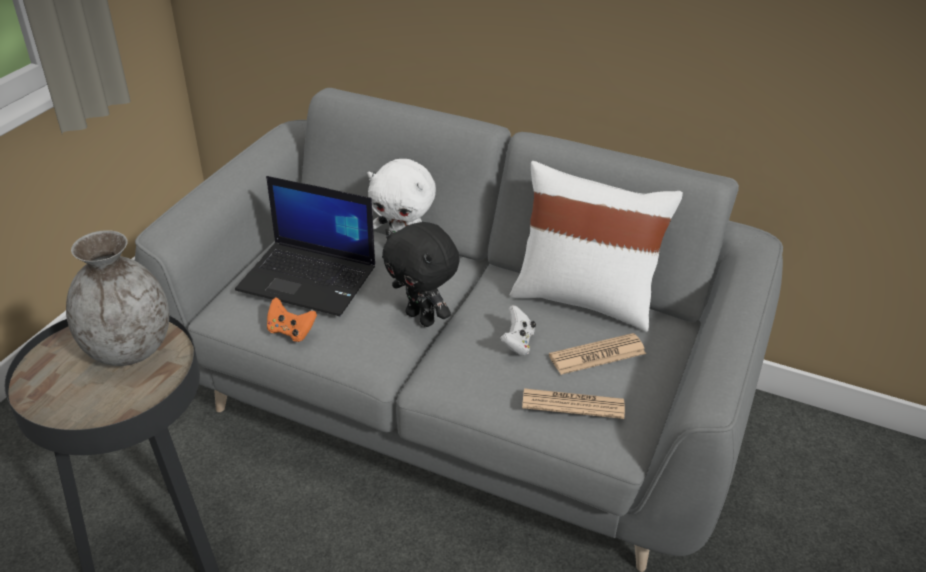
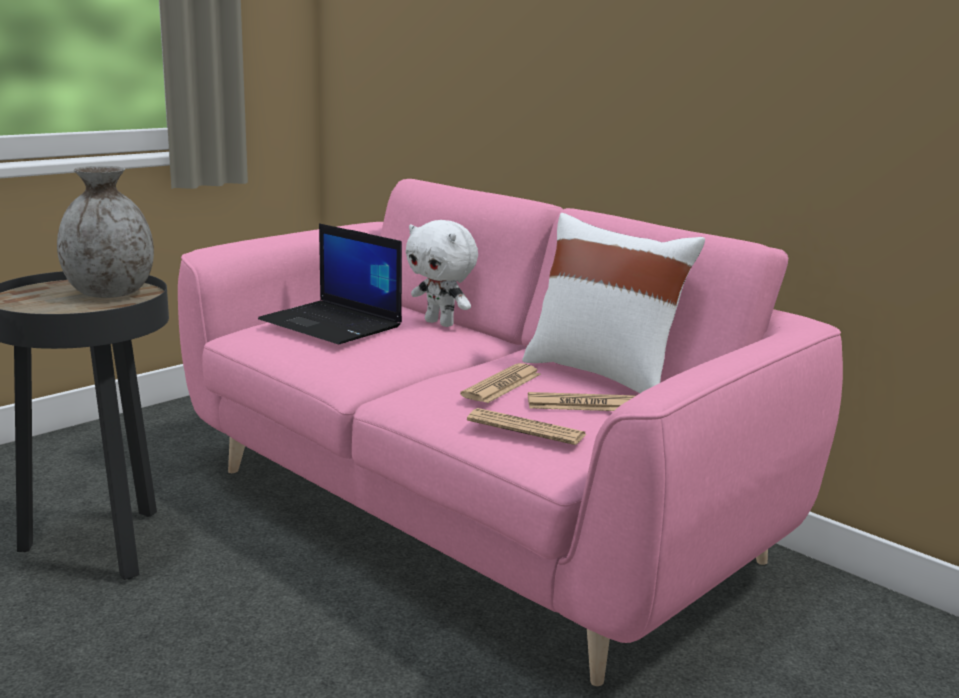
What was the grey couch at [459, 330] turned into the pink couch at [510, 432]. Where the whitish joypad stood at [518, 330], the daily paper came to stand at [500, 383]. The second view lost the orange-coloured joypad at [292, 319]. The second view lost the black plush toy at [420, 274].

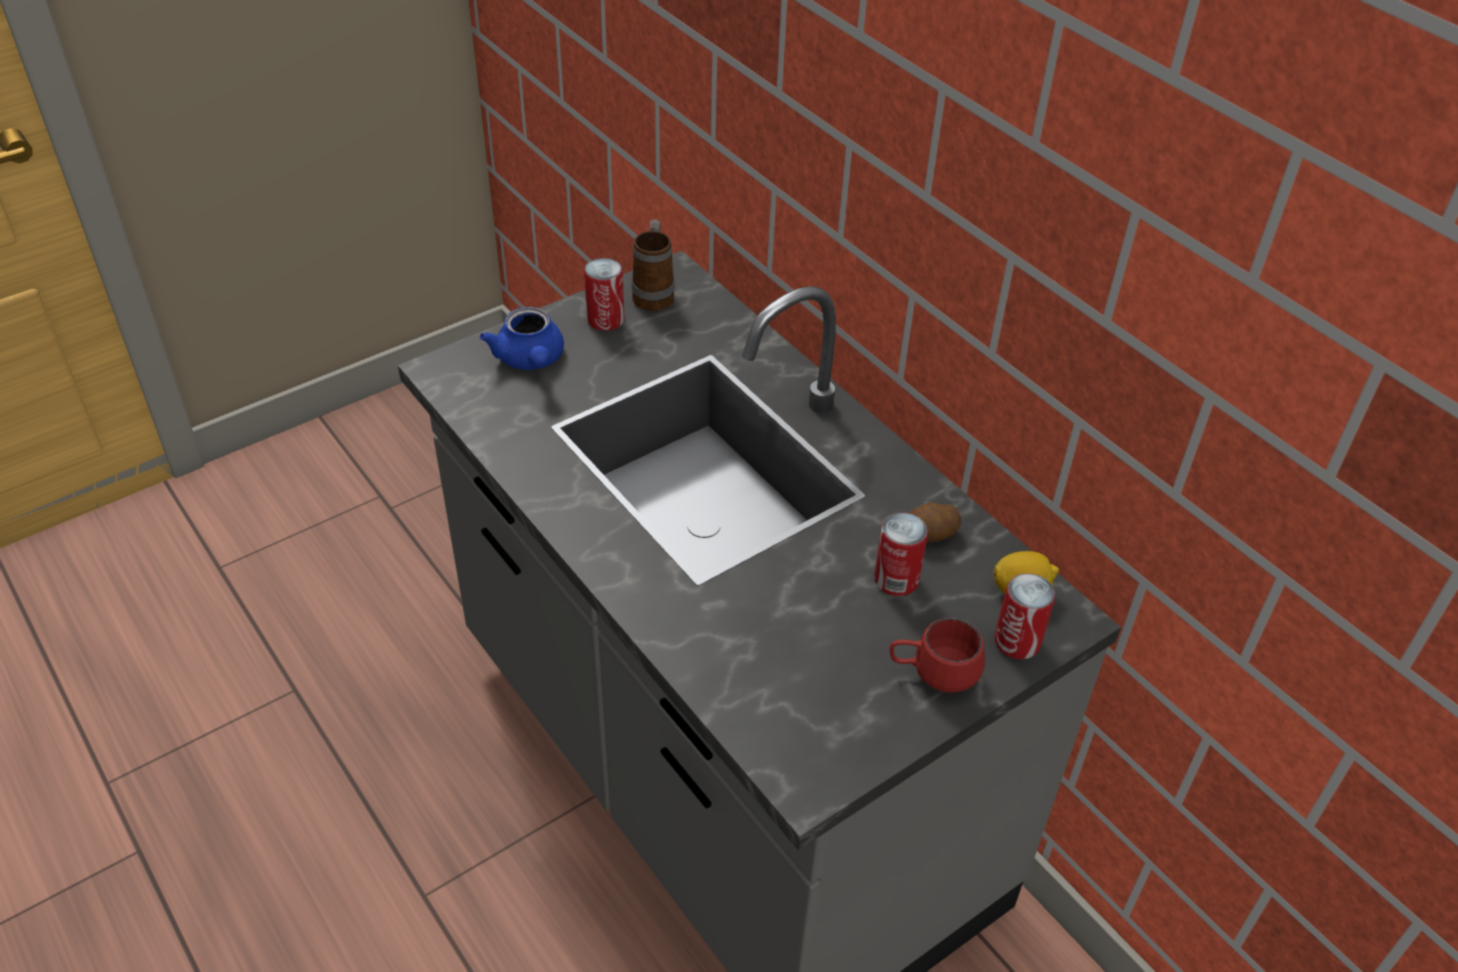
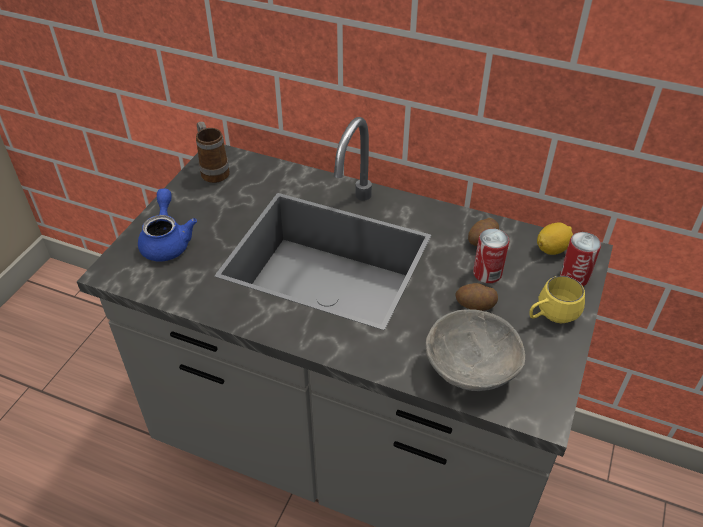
The blue teapot at [522, 338] ended up facing another way, 135 degrees counterclockwise from before. The second view gained the grey deep dish at [475, 350]. The second view gained the spud at [476, 297]. What was the red-coloured tea mug at [937, 655] turned into the yellowish tea mug at [557, 299]. The second view lost the sealed can at [604, 294].

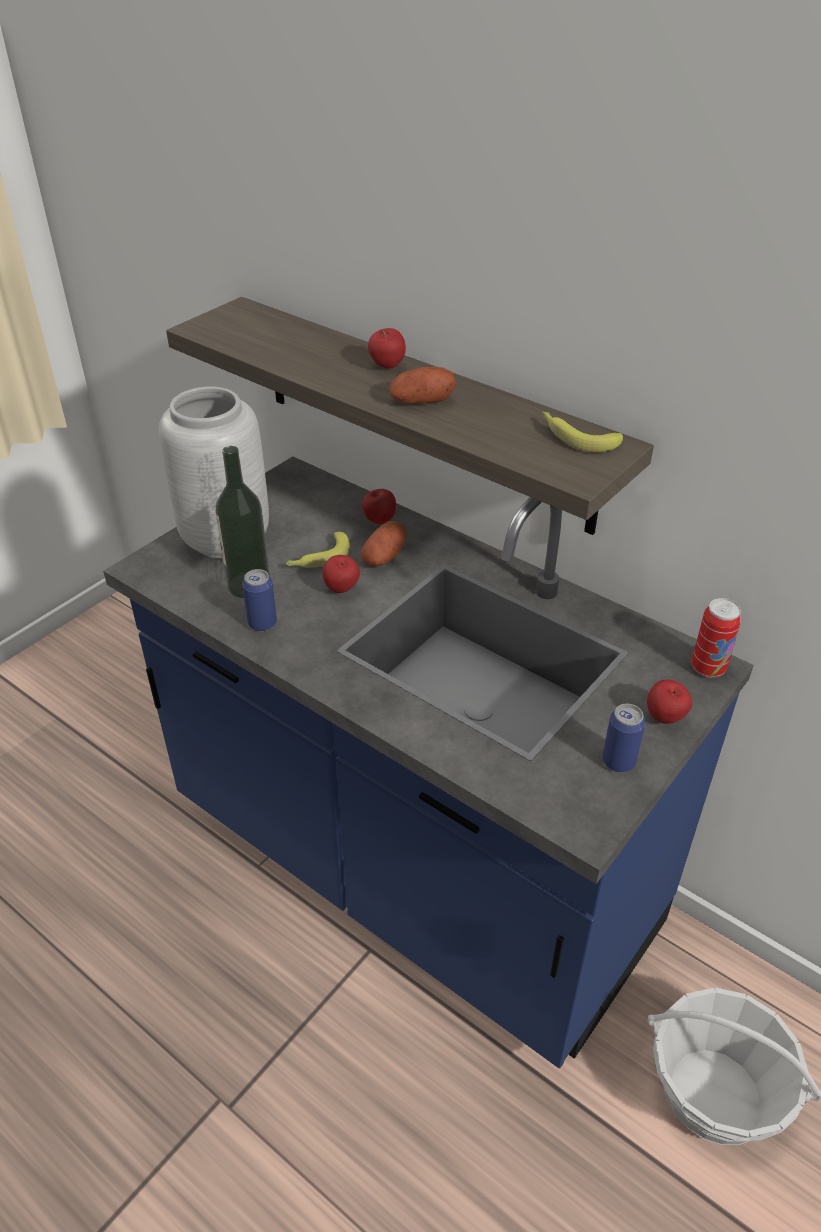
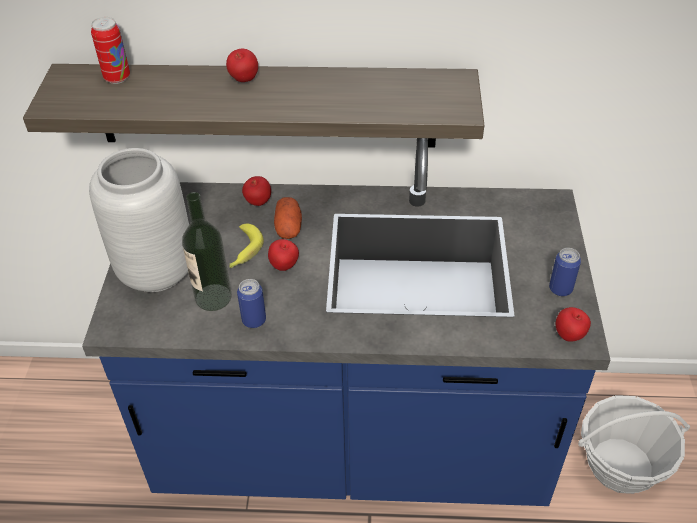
The sealed can ended up elsewhere, having gone from [716, 637] to [110, 50]. The whole apple ended up elsewhere, having gone from [669, 702] to [573, 324]. The second view lost the spud at [422, 385]. The second view lost the whole banana at [582, 432].

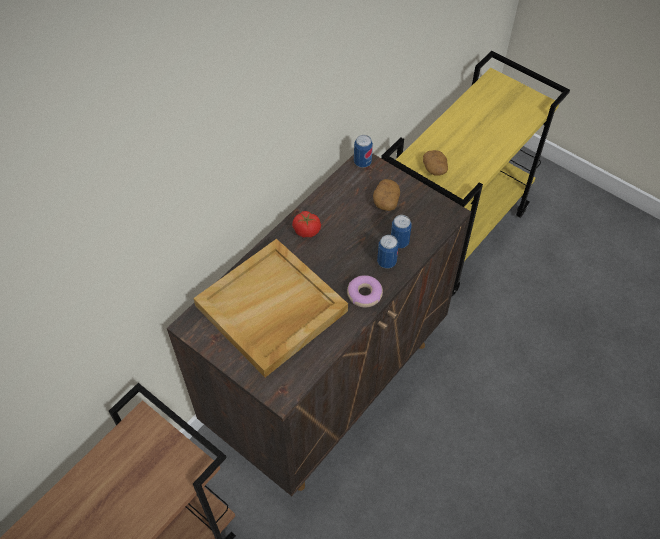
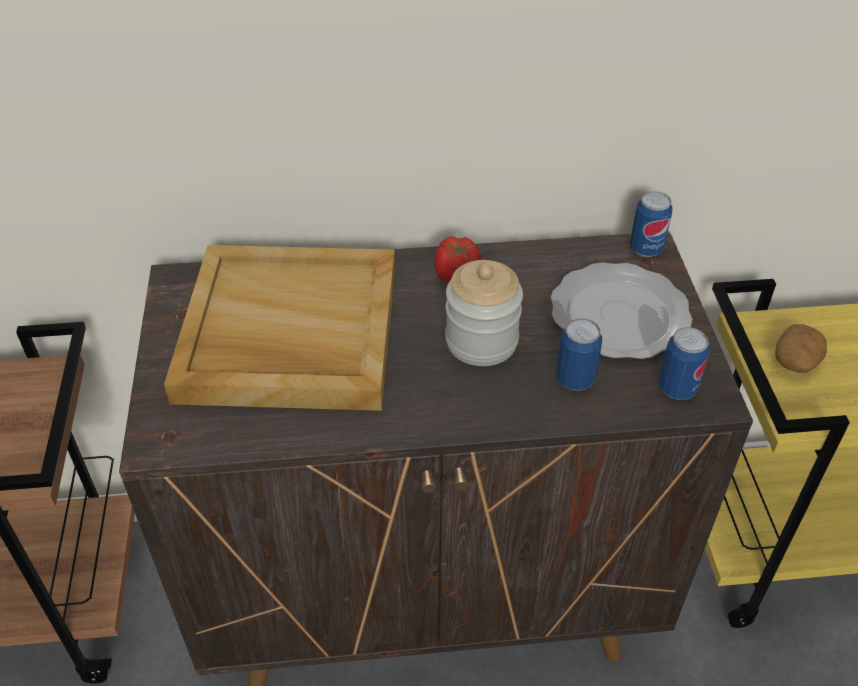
The second view gained the jar at [484, 313]. Where the spud stood at [386, 195], the plate came to stand at [621, 310]. The sealed can ended up elsewhere, having gone from [388, 252] to [684, 363]. The second view lost the donut at [365, 291].

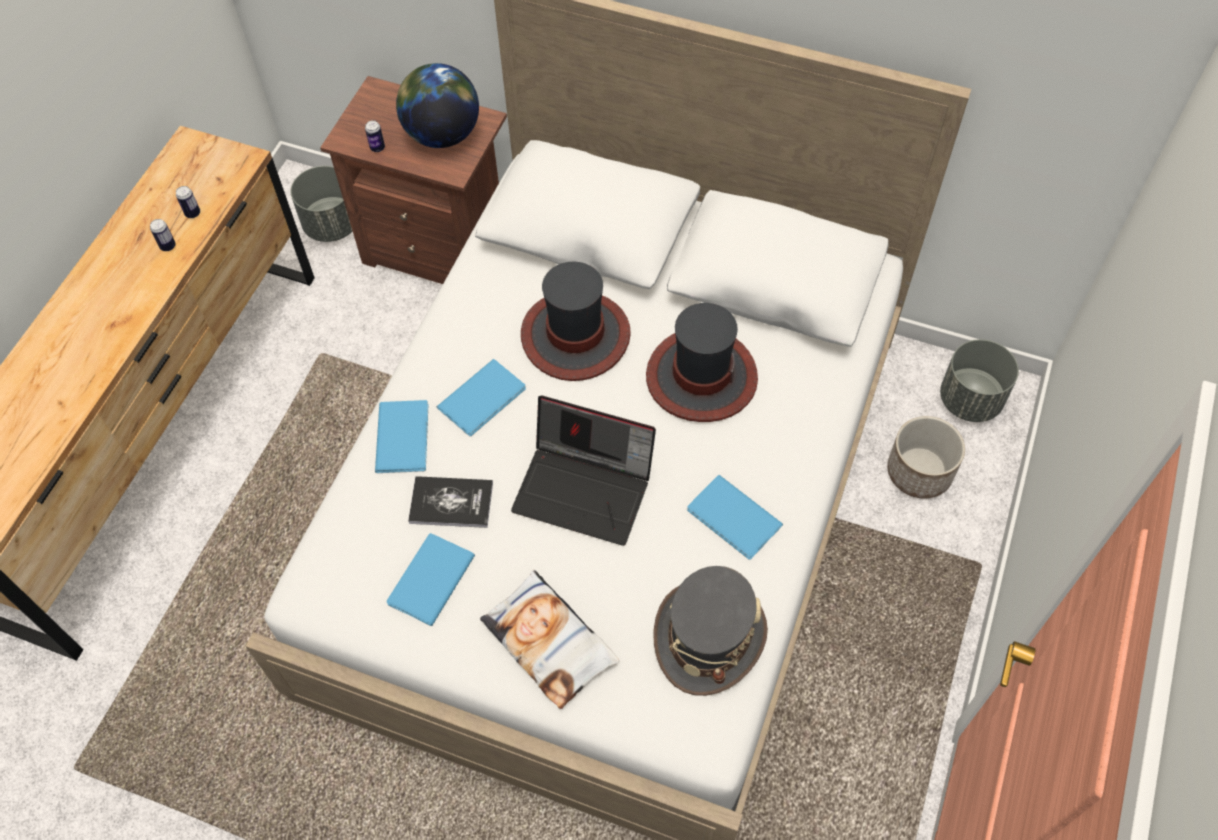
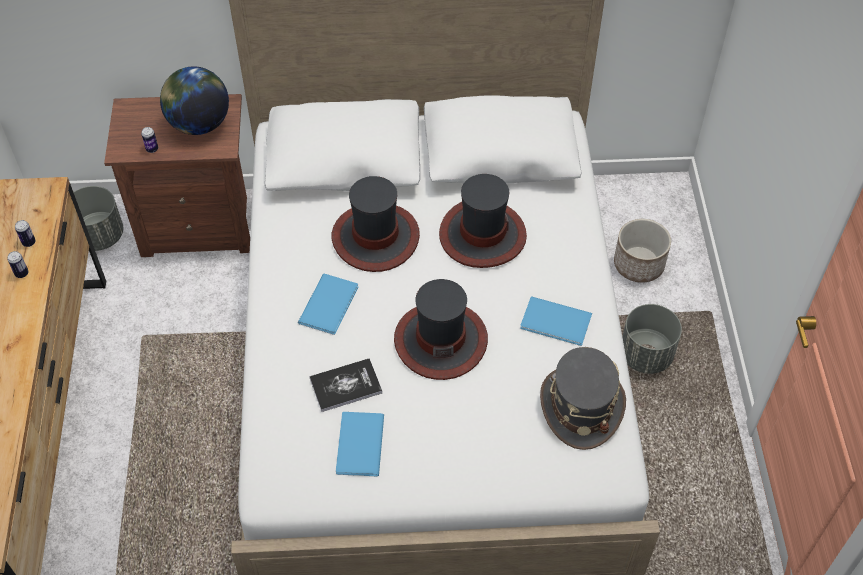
Where the portable computer stood at [583, 470], the wearable hat came to stand at [441, 329]. The grey planter ended up elsewhere, having gone from [979, 380] to [652, 339]. The second view lost the blue volume at [402, 436]. The second view lost the pillow at [549, 639].

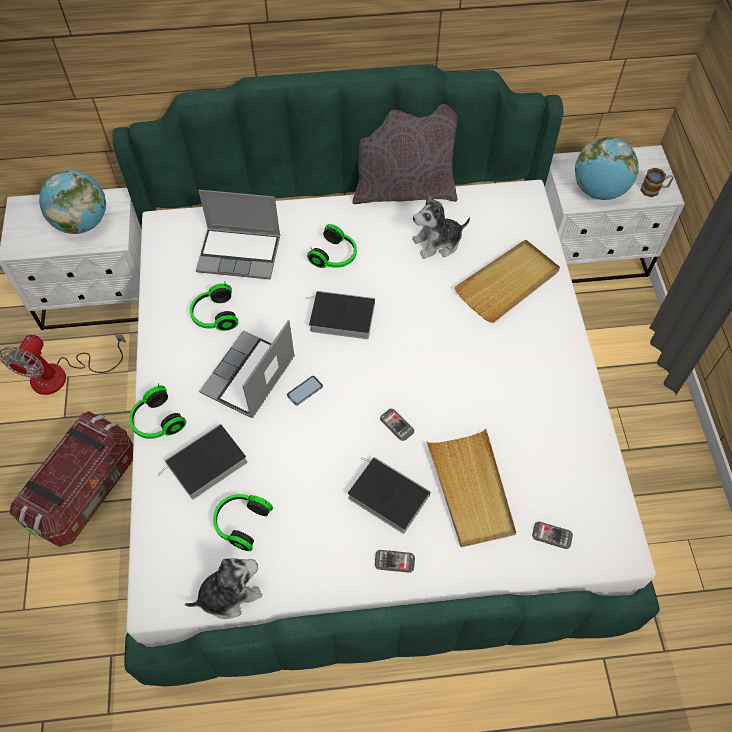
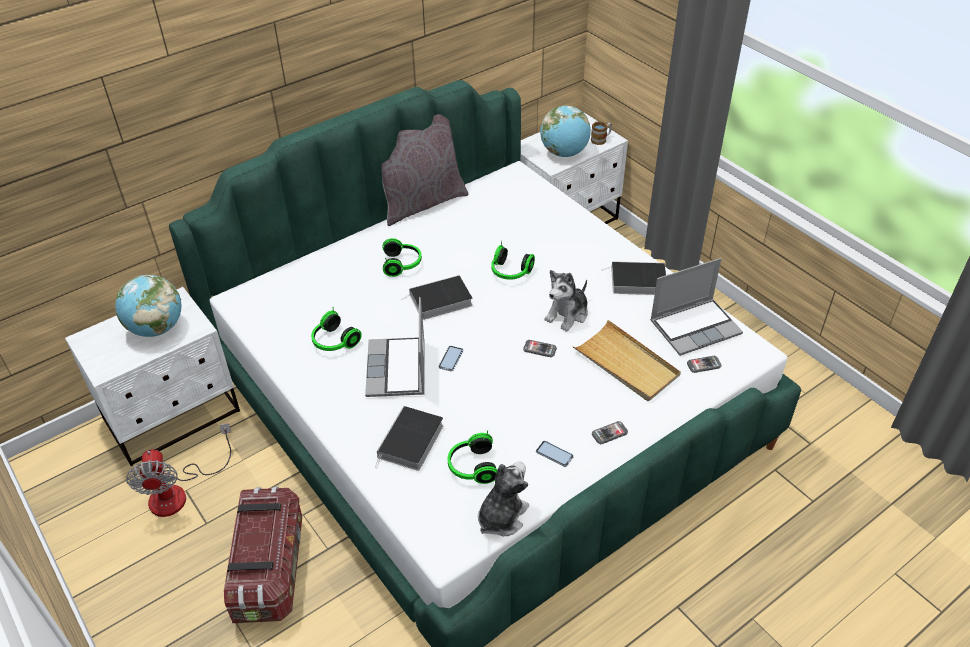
The pair of headphones ended up elsewhere, having gone from [157, 411] to [513, 260]. The second view gained the handset at [555, 454]. The plush toy ended up elsewhere, having gone from [441, 226] to [566, 301]. The volume ended up elsewhere, having gone from [389, 495] to [633, 278]. The portable computer ended up elsewhere, having gone from [238, 234] to [696, 307]. The second view lost the beige-coloured serving tray at [507, 281].

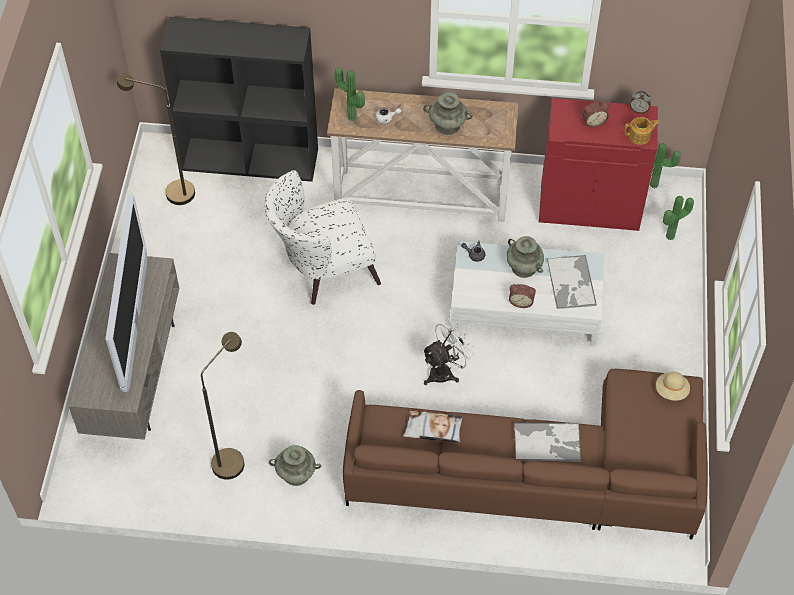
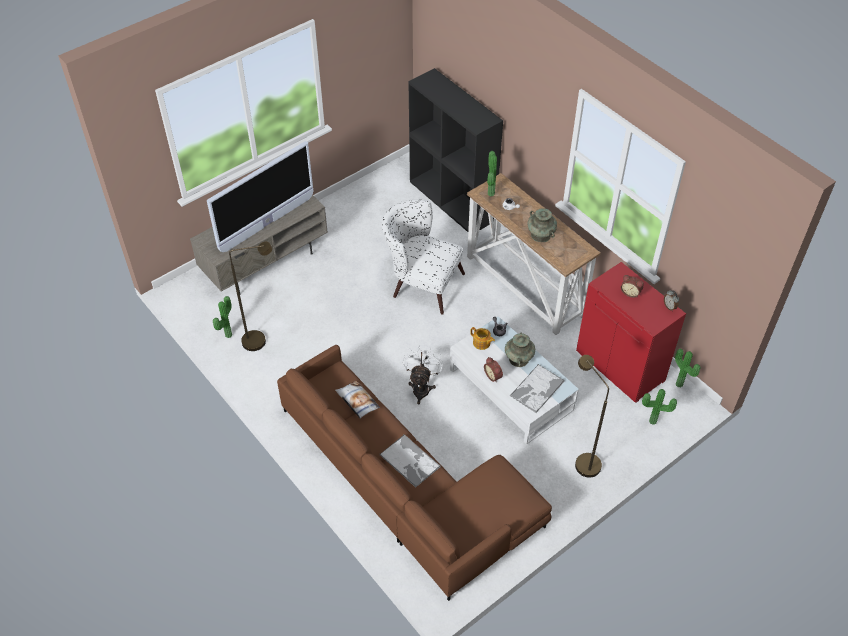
The second view gained the plant in a pot at [222, 317]. The whitish electric fan at [448, 352] ended up facing another way, 90 degrees counterclockwise from before. The teapot ended up elsewhere, having gone from [642, 131] to [482, 338]. The brown standard lamp ended up elsewhere, having gone from [156, 139] to [592, 416]. The second view lost the turquoise vase at [295, 465]. The second view lost the beige-coloured wearable hat at [673, 386].

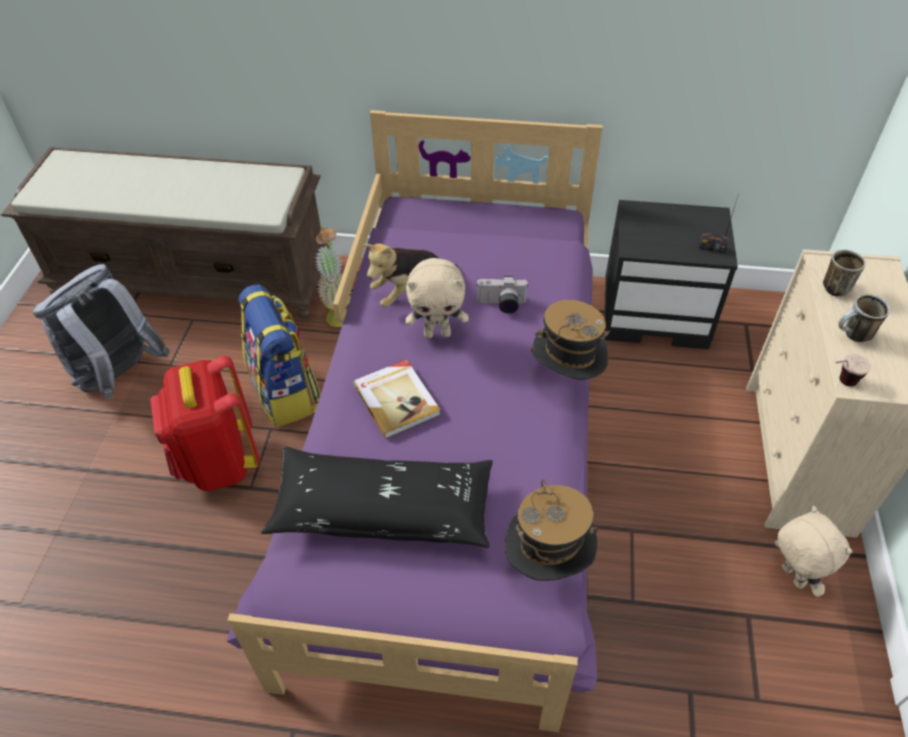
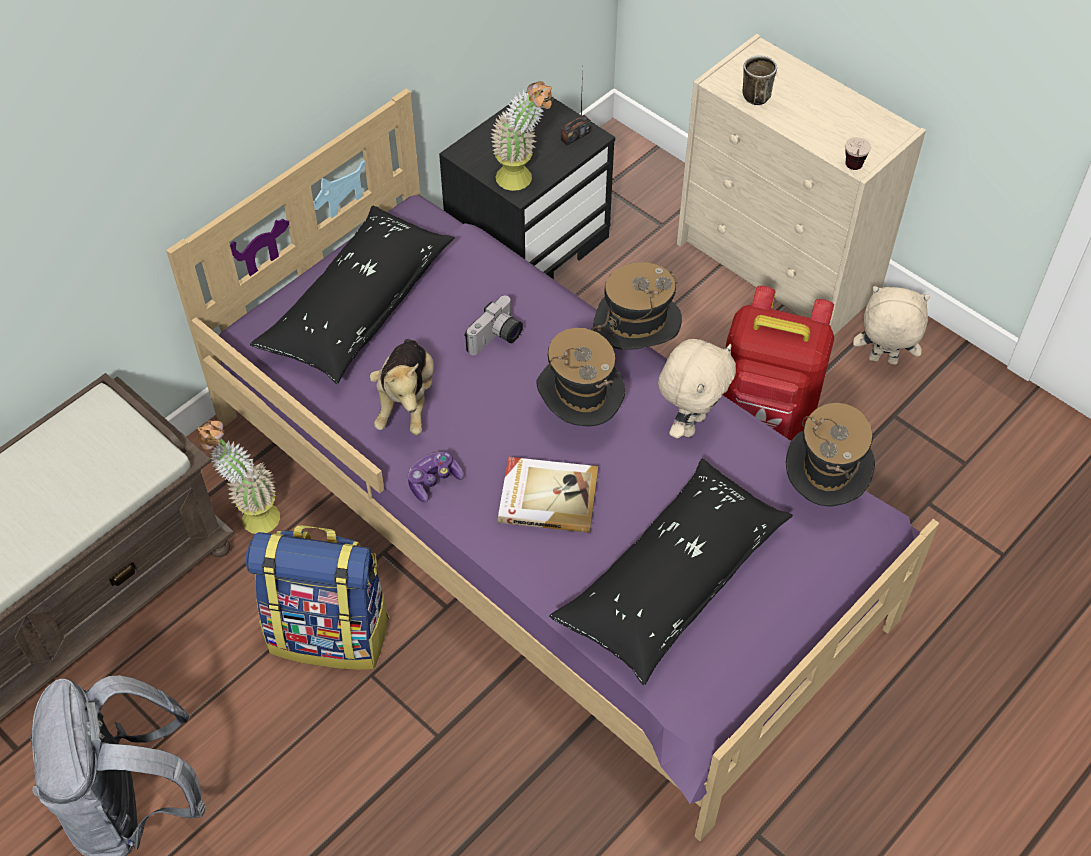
The second view gained the black pillow at [352, 294]. The second view gained the joypad at [436, 477]. The second view gained the plant in a pot at [522, 136]. The second view gained the wearable hat at [581, 377]. The beige-coloured plush toy ended up elsewhere, having gone from [437, 298] to [697, 389]. The red-coloured rucksack ended up elsewhere, having gone from [205, 423] to [778, 363]. The second view lost the tea mug at [864, 318].

